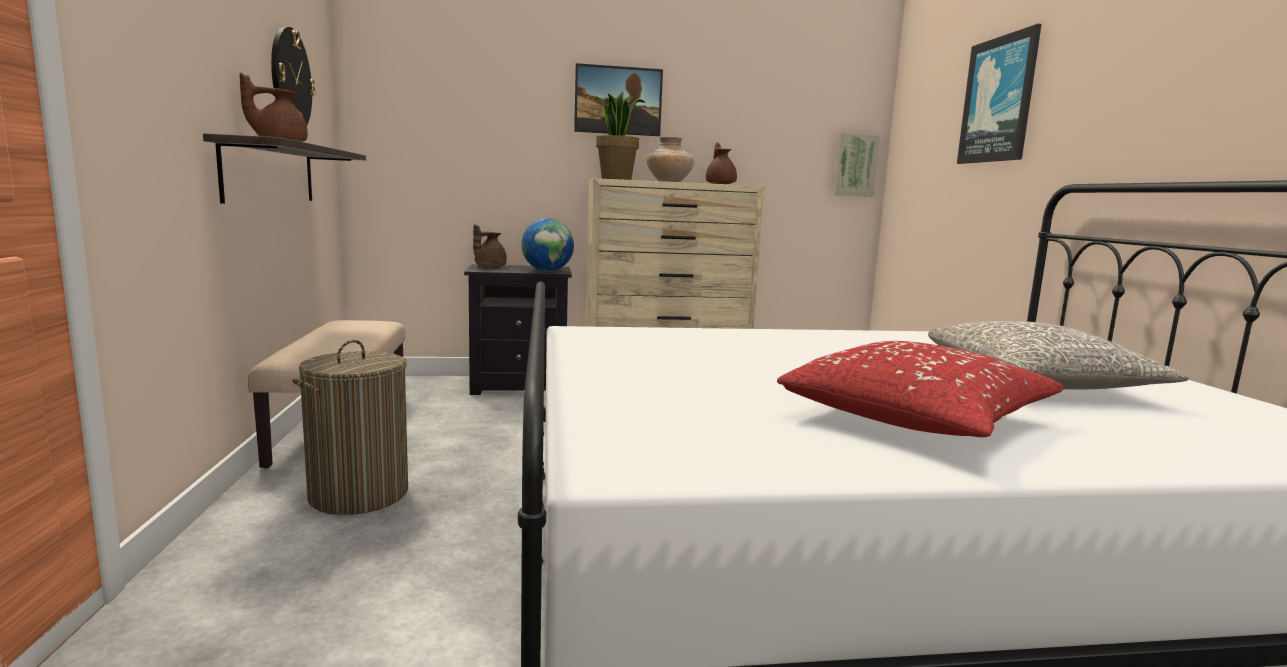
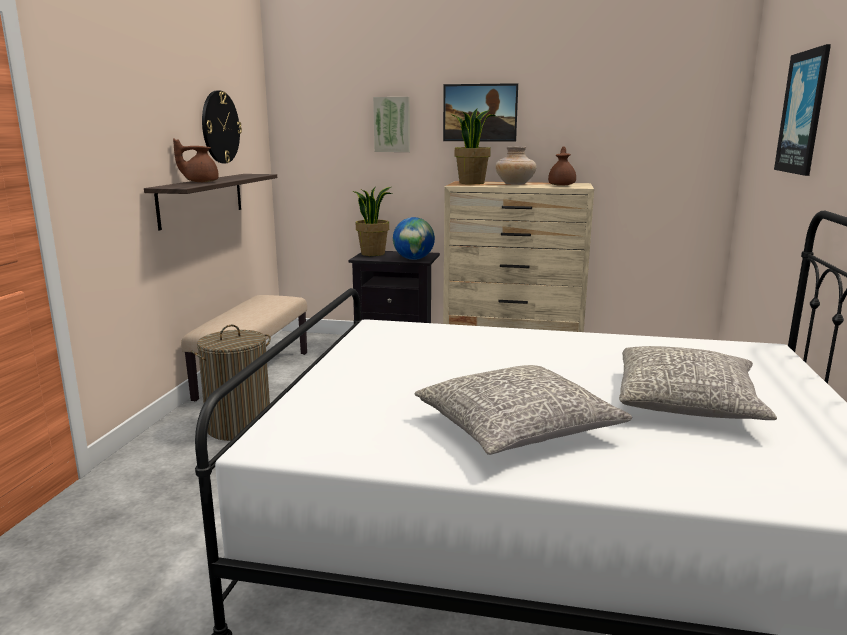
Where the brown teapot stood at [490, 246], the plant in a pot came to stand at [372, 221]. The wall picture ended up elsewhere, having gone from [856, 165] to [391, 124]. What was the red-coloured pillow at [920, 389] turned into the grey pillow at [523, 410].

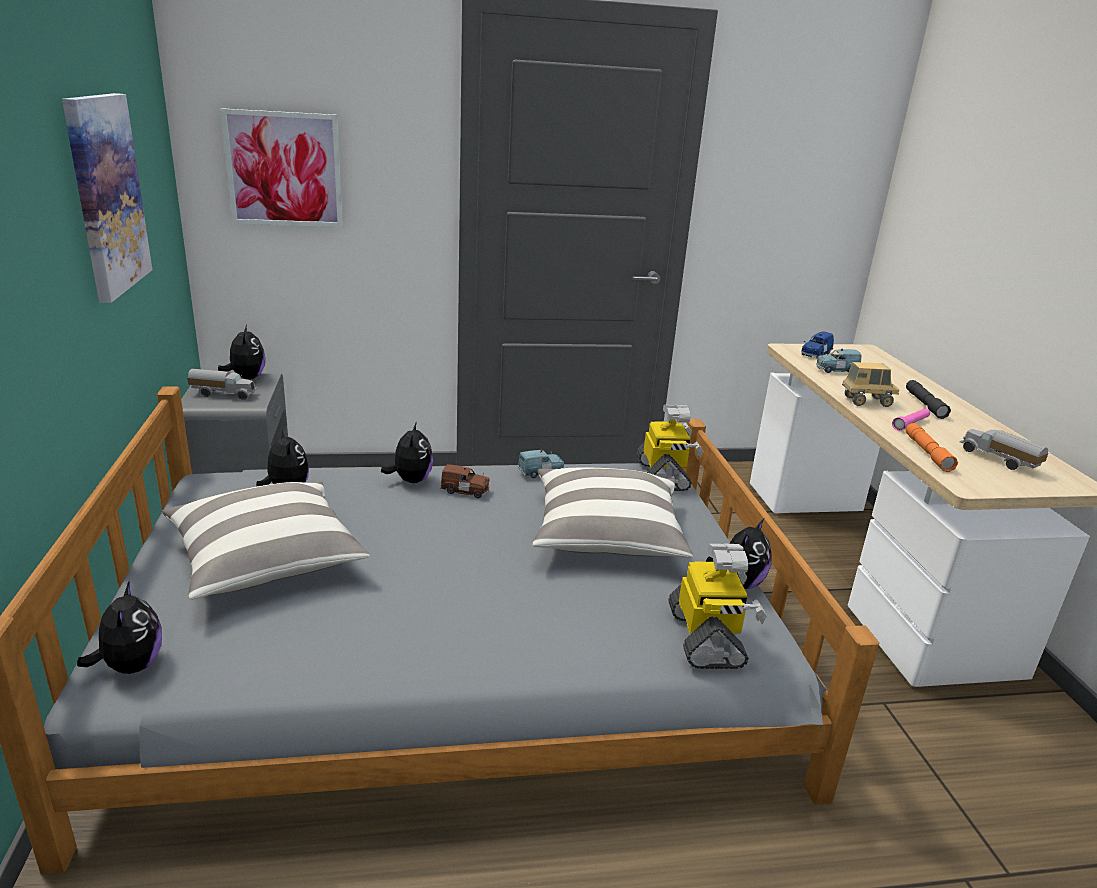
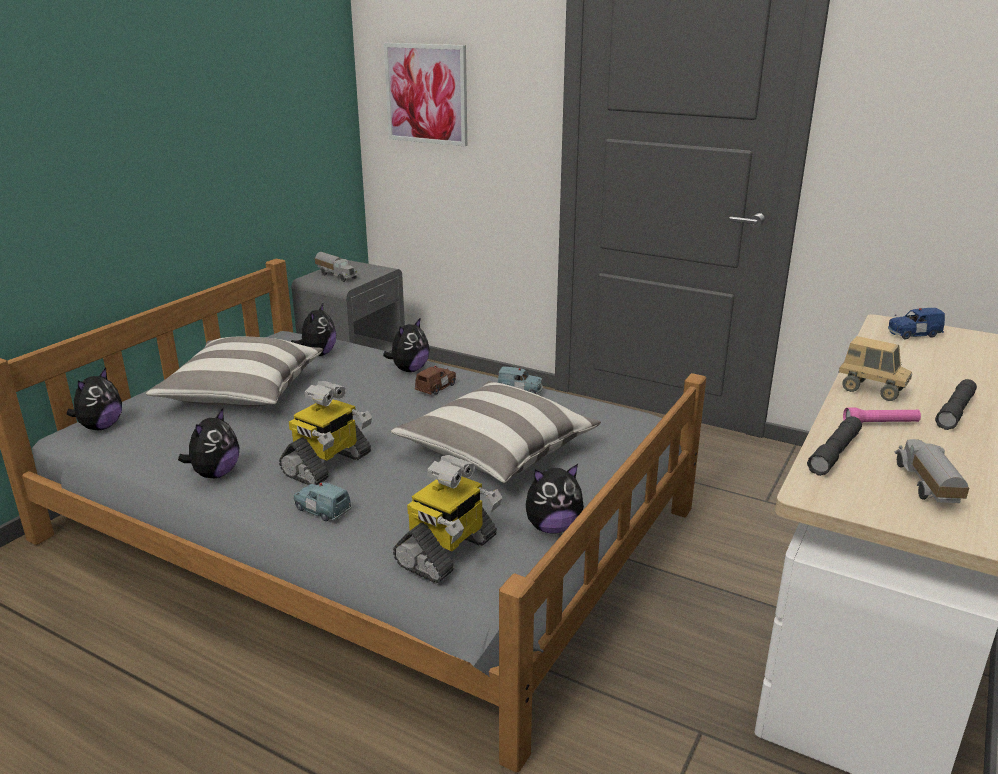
The plush toy ended up elsewhere, having gone from [242, 351] to [208, 443]. The model robot ended up elsewhere, having gone from [670, 448] to [325, 433]. The blue miniature car ended up elsewhere, having gone from [839, 360] to [323, 501]. The brown miniature car at [465, 481] ended up facing another way, 105 degrees counterclockwise from before. What was the orange-coloured flashlight at [932, 447] turned into the grey flashlight at [834, 446]. The second view lost the wall picture at [107, 198].

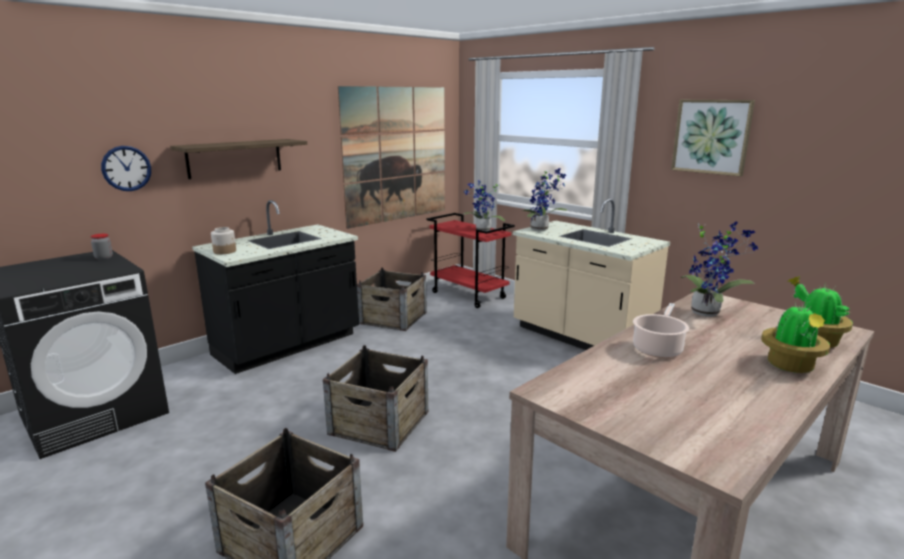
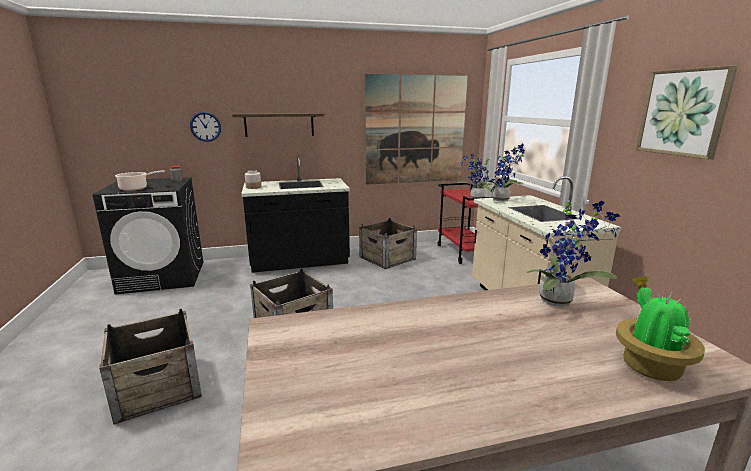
The stockpot ended up elsewhere, having gone from [661, 330] to [140, 180]. The second view lost the plant in a pot at [795, 338].

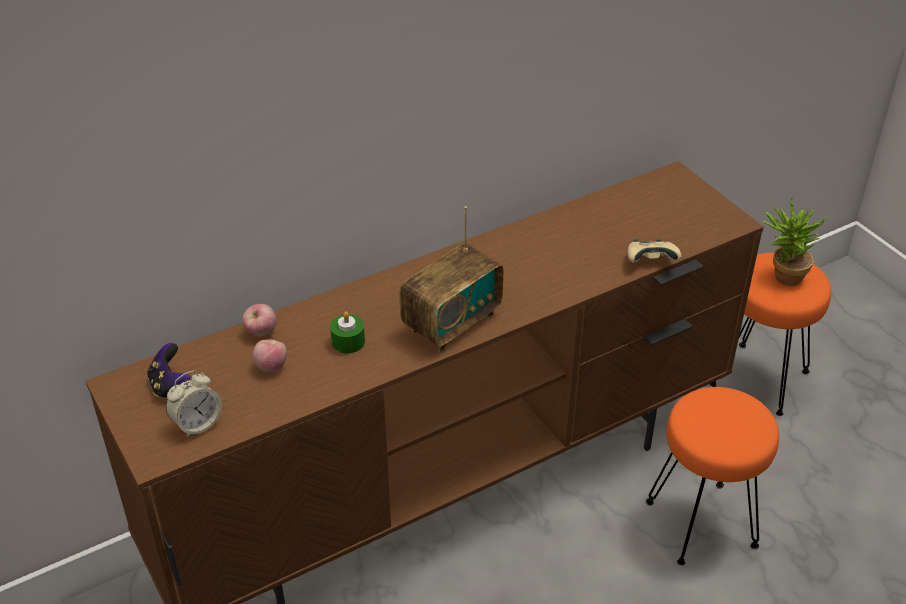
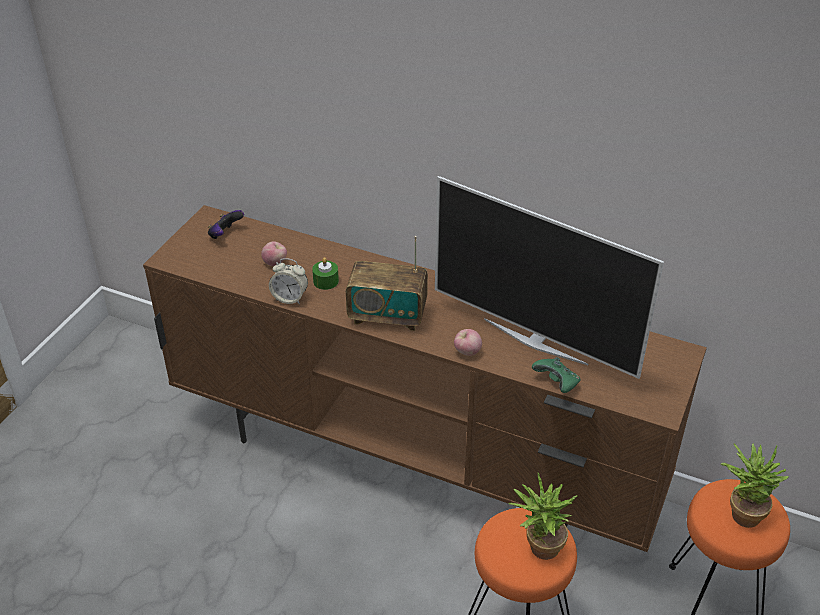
The table clock ended up elsewhere, having gone from [194, 404] to [288, 281]. The second view gained the TV at [549, 277]. The whole apple ended up elsewhere, having gone from [259, 320] to [468, 342]. The second view gained the plant in a pot at [543, 516]. What was the beige-coloured joypad at [654, 250] turned into the green-coloured joypad at [556, 375].

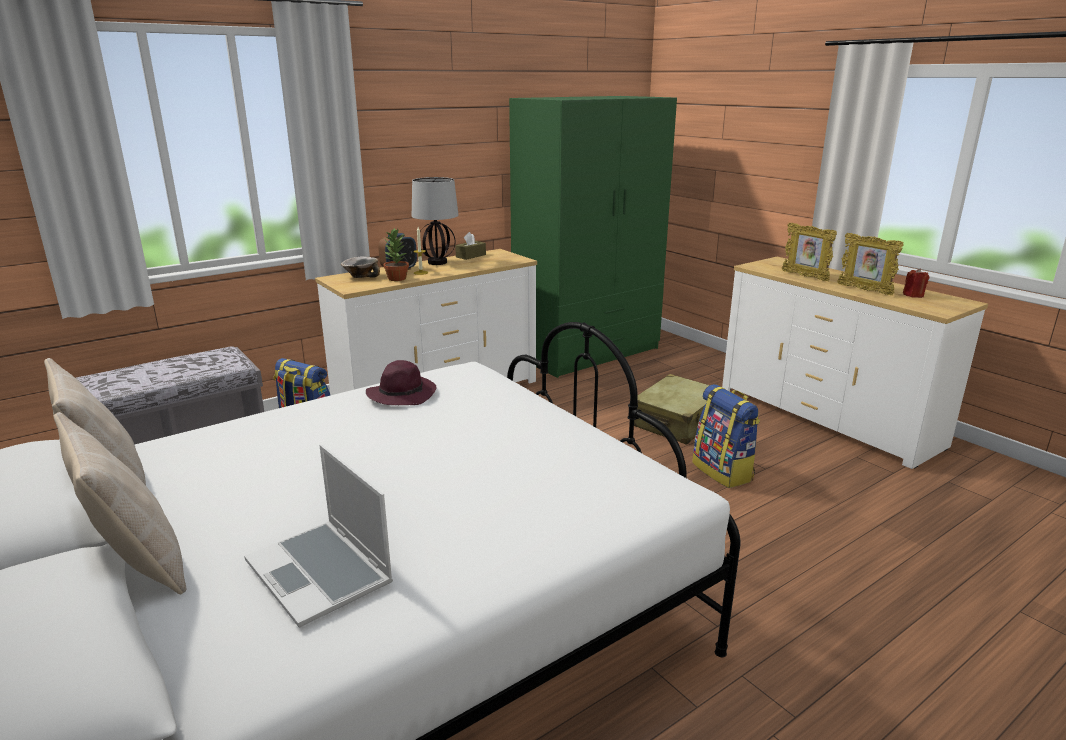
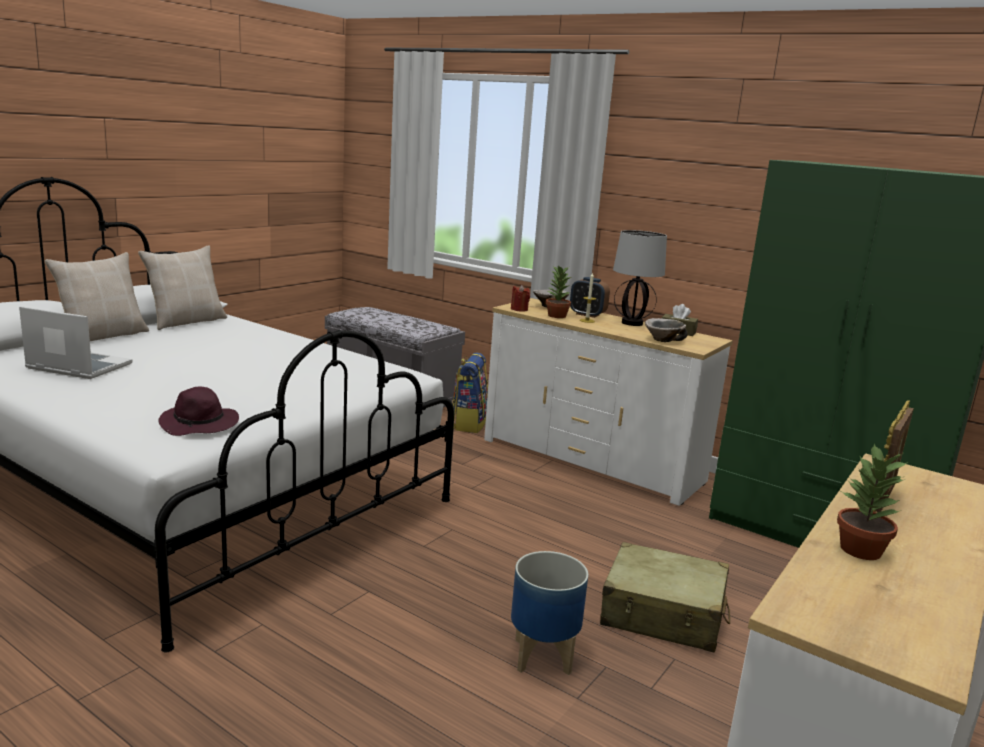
The portable computer at [318, 536] ended up facing another way, 75 degrees clockwise from before. The purple wearable hat ended up elsewhere, having gone from [401, 382] to [198, 411]. The red-coloured candle ended up elsewhere, having gone from [916, 283] to [520, 298]. Where the rucksack stood at [726, 436], the planter came to stand at [549, 613]. The second view gained the deep dish at [666, 330]. Where the picture frame stood at [870, 264], the plant in a pot came to stand at [872, 502].

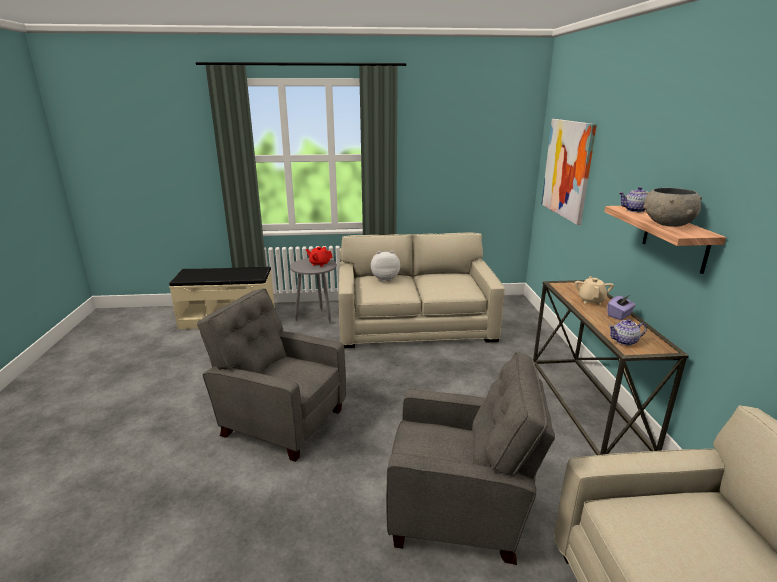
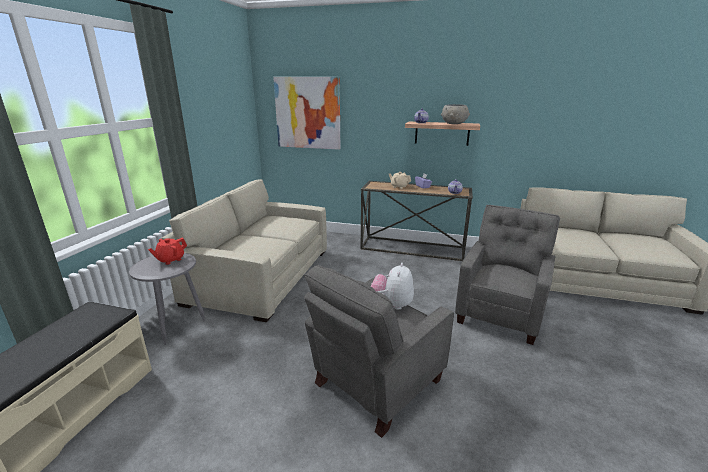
The plush toy ended up elsewhere, having gone from [385, 266] to [392, 286].

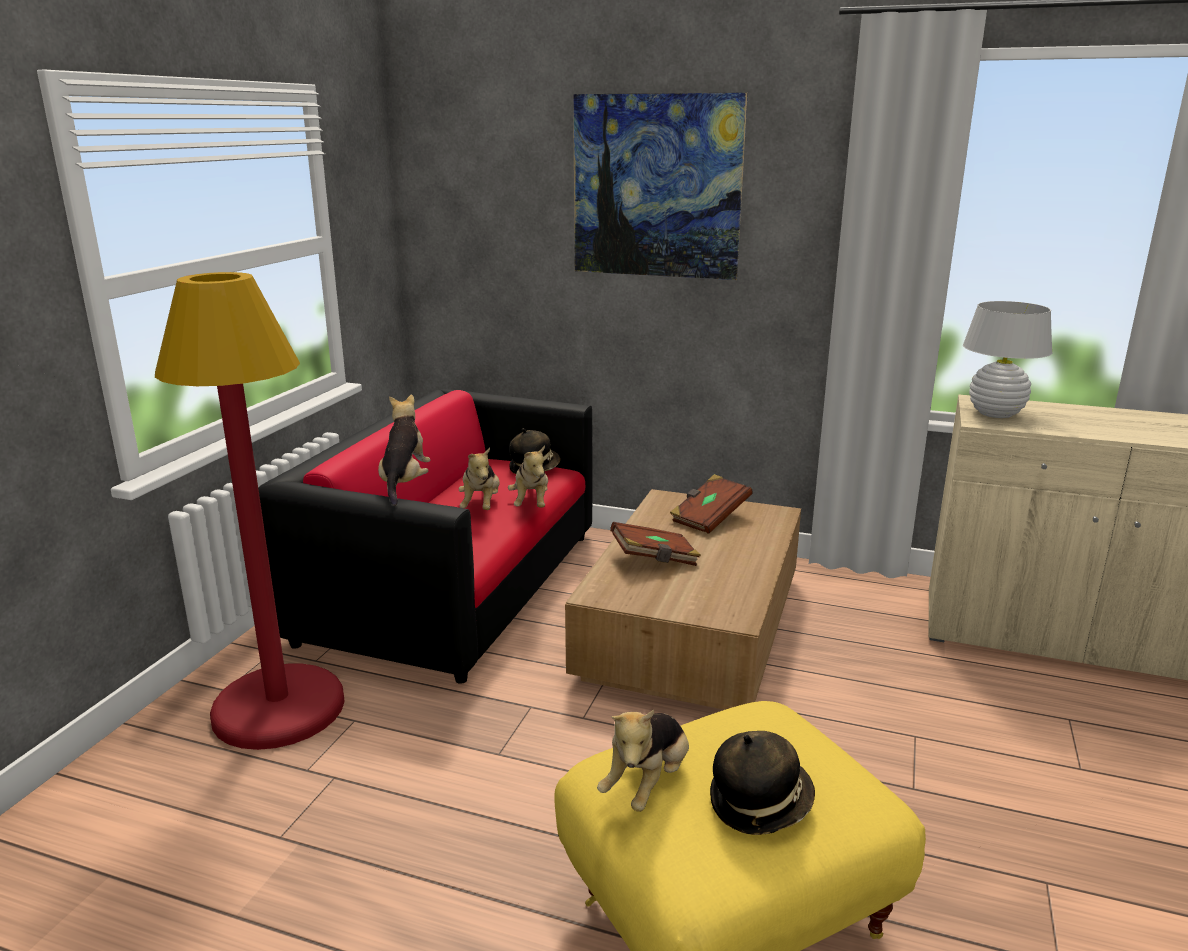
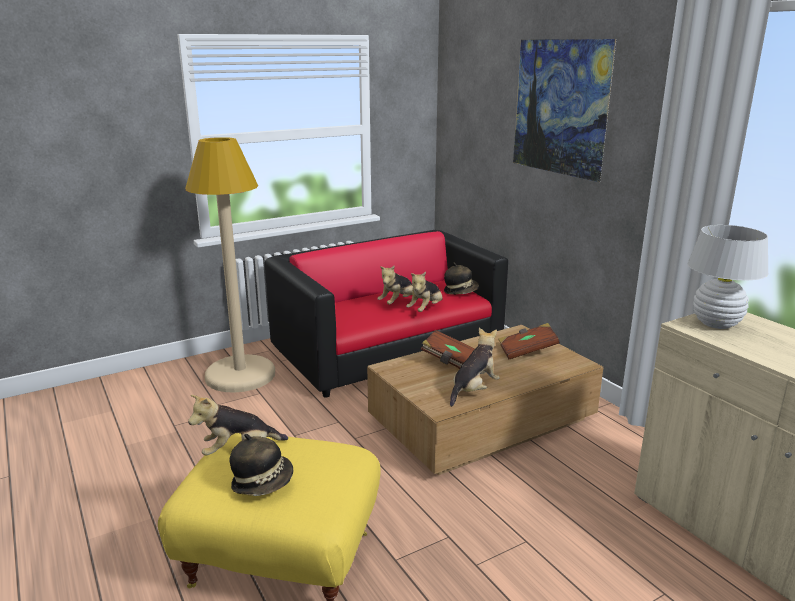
What was the red-coloured standard lamp at [250, 511] turned into the beige-coloured standard lamp at [230, 264]. The plush toy ended up elsewhere, having gone from [404, 450] to [475, 367].

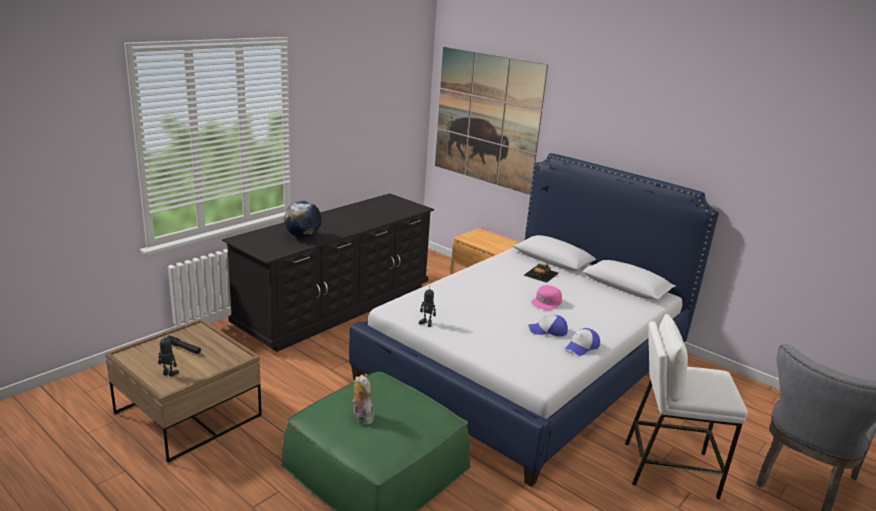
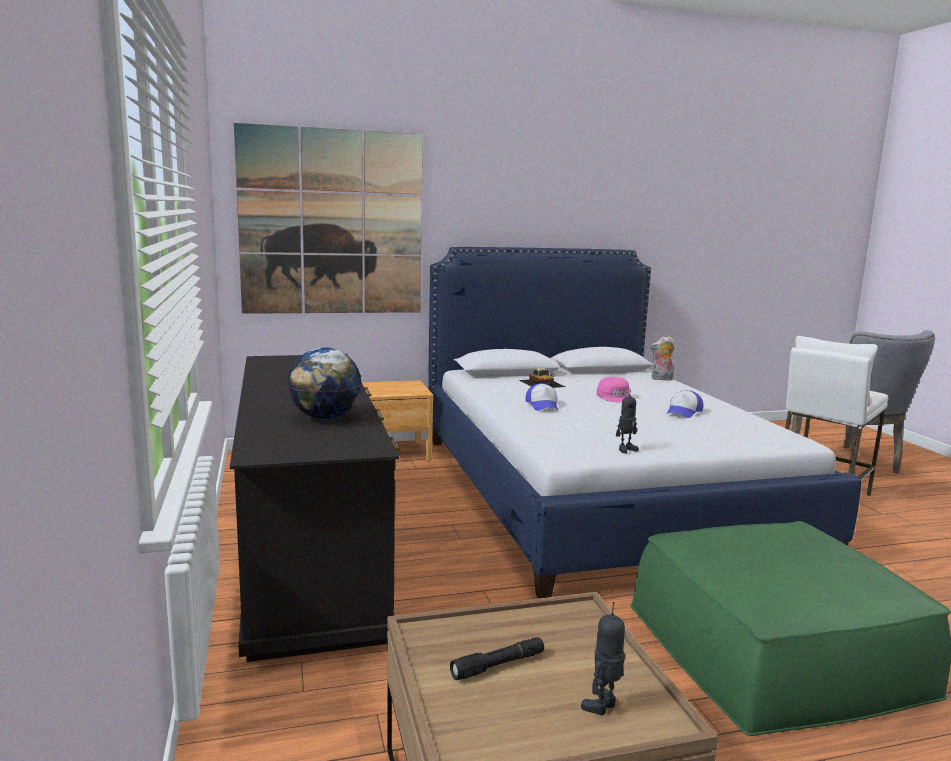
The baseball cap ended up elsewhere, having gone from [582, 342] to [541, 397]. The plush toy ended up elsewhere, having gone from [363, 400] to [662, 358].

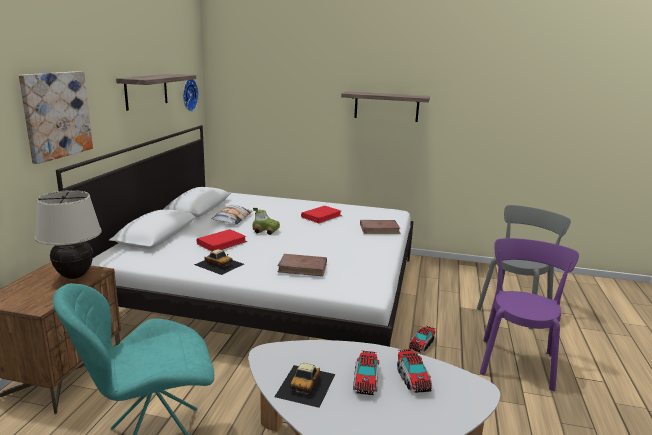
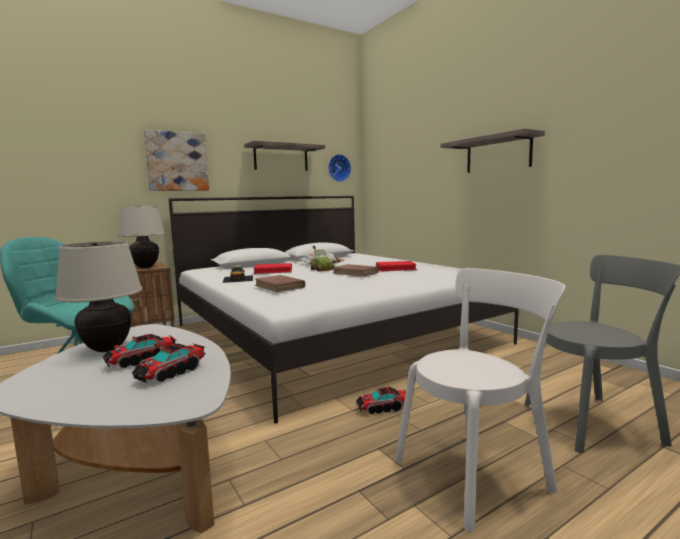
Where the miniature car stood at [305, 385], the beige-coloured tabletop lamp came to stand at [98, 296]. The brown volume ended up elsewhere, having gone from [380, 227] to [355, 270]. What was the purple upright chair at [529, 314] turned into the whitish upright chair at [480, 400].

